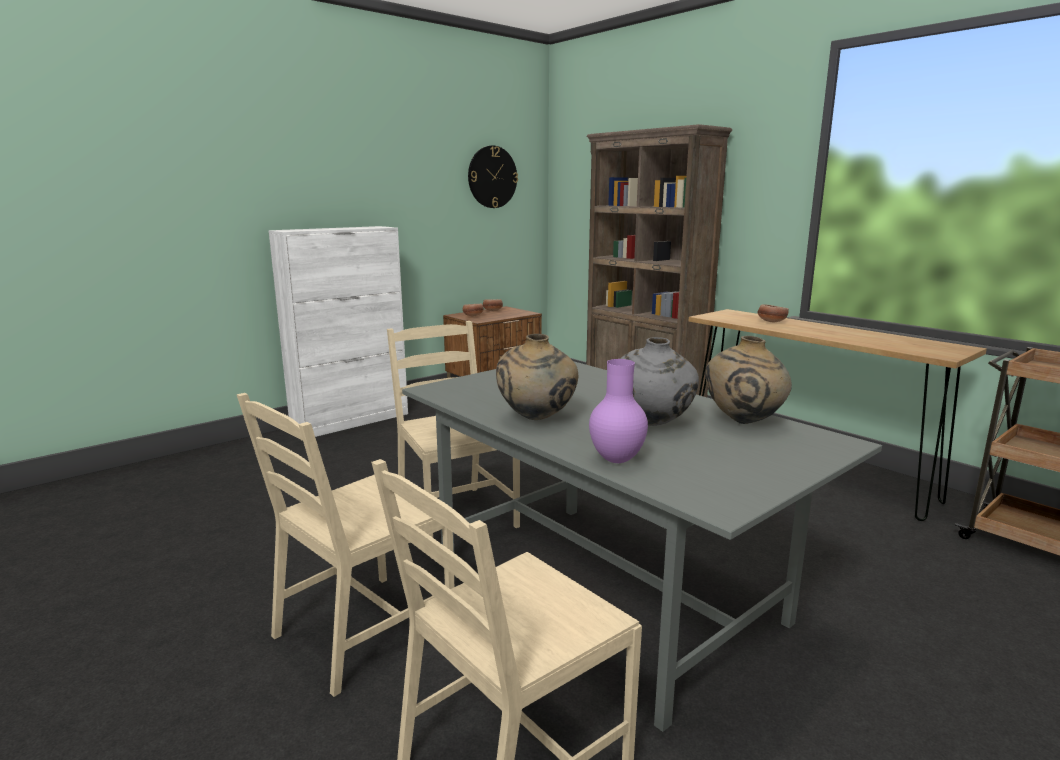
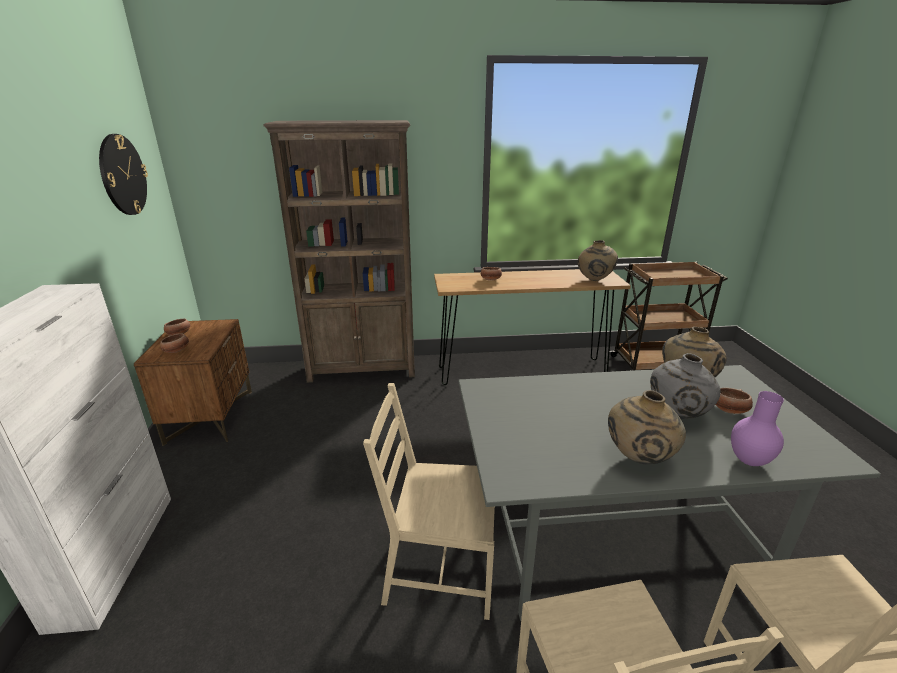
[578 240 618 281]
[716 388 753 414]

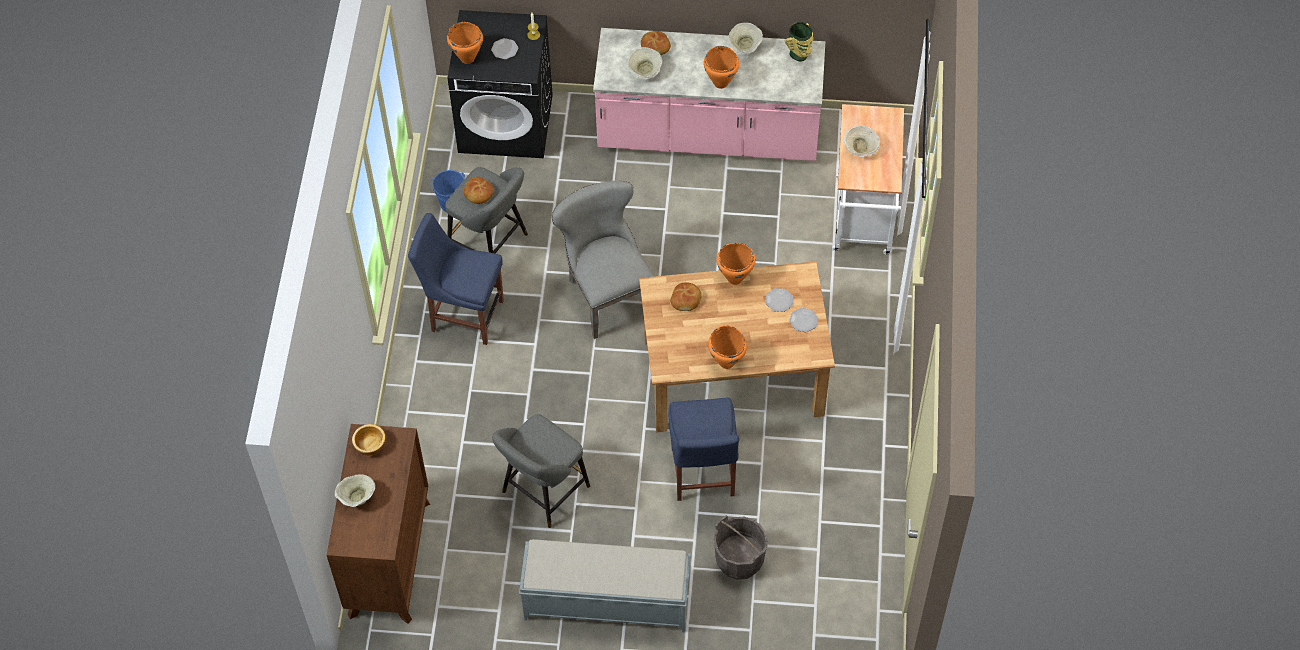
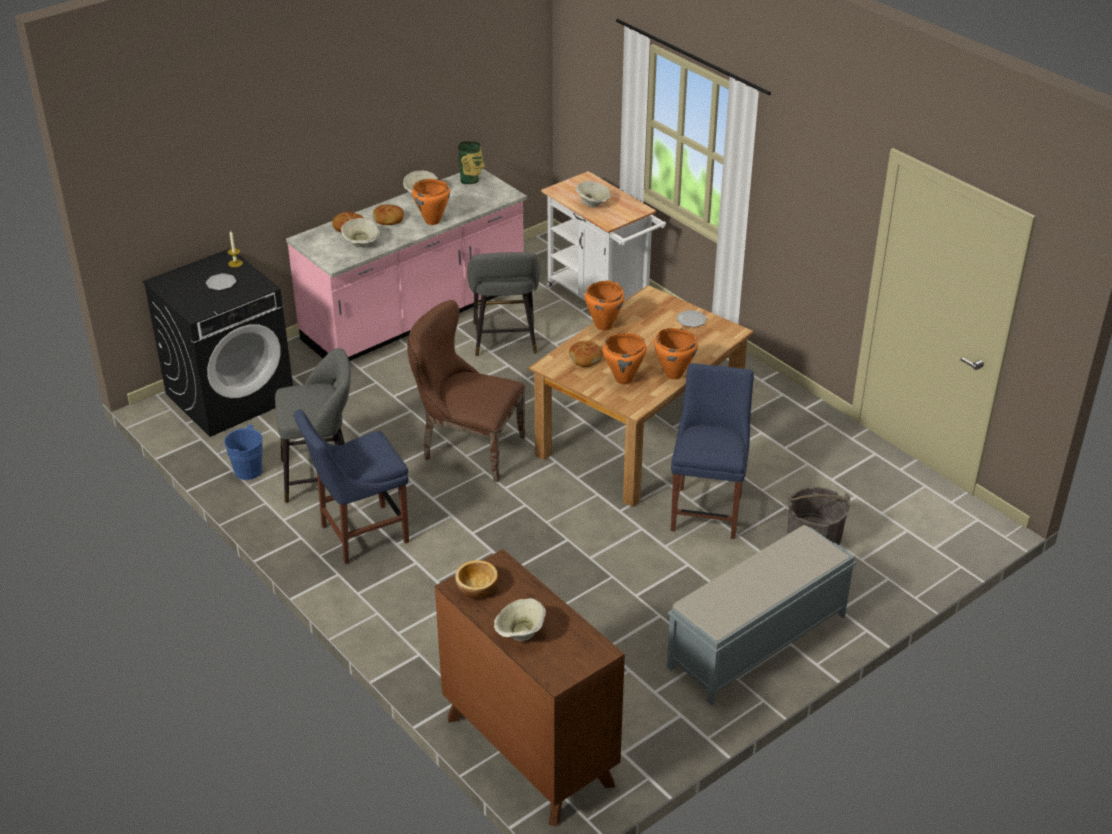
[603 333 647 384]
[373 204 404 225]
[467 252 540 356]
[407 300 526 482]
[671 363 754 539]
[766 288 793 312] (first image)

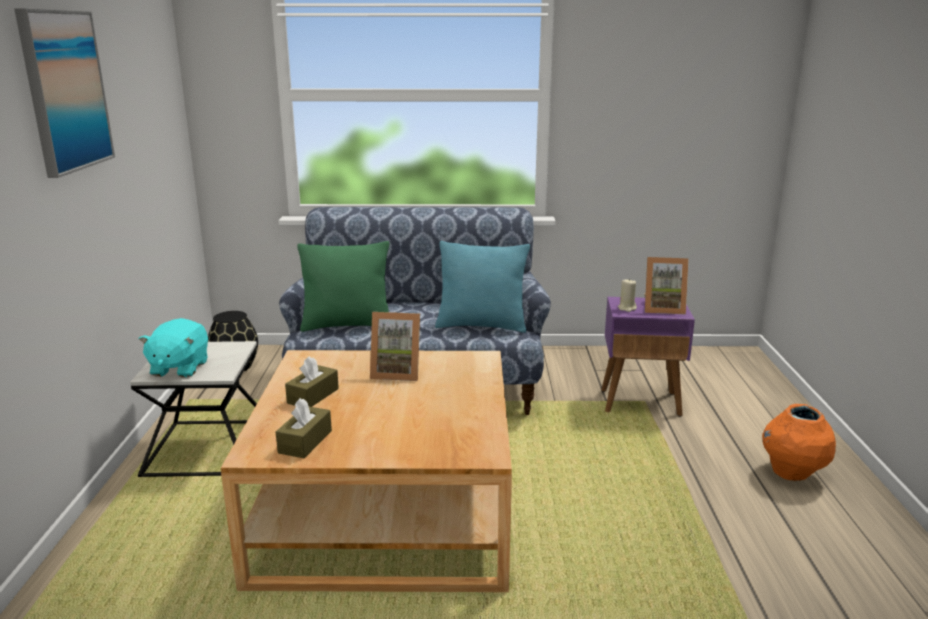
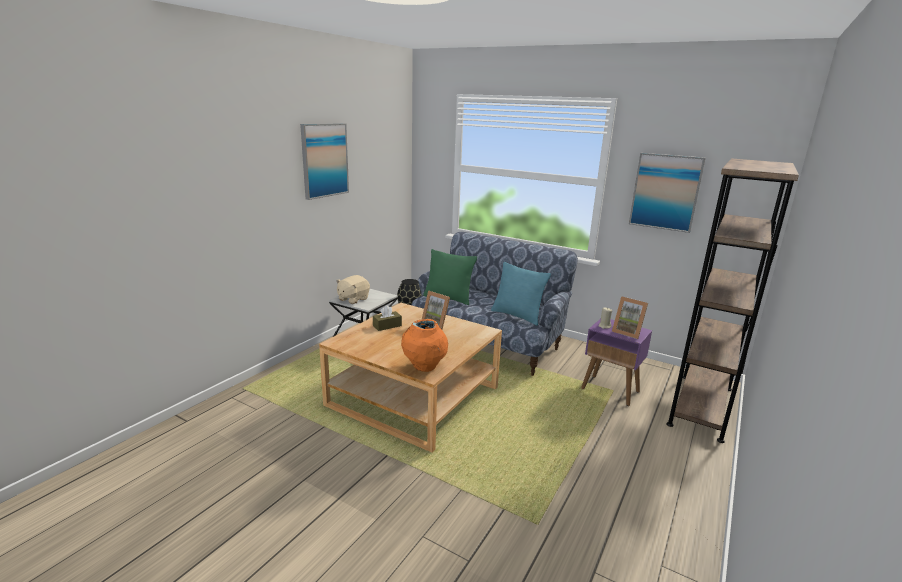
[336 275 370 304]
[276 398 332 458] (first image)
[401 319 448 372]
[629 153 706 233]
[666 158 799 443]

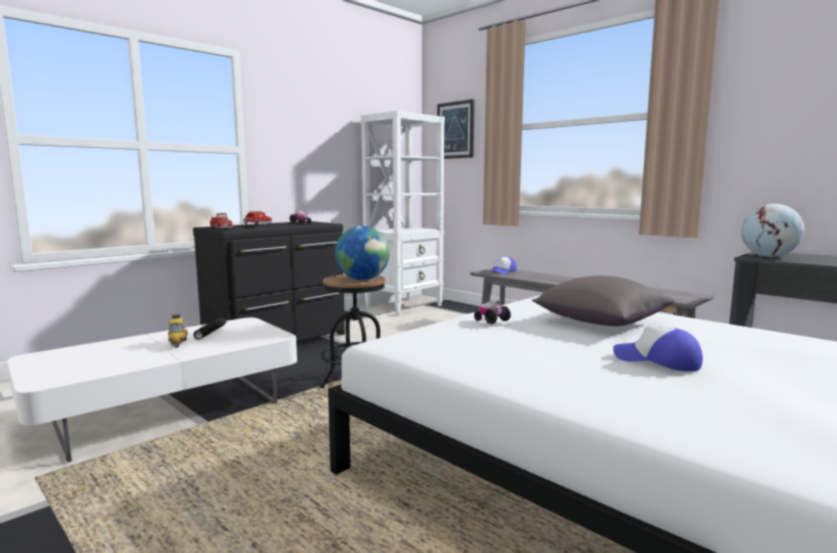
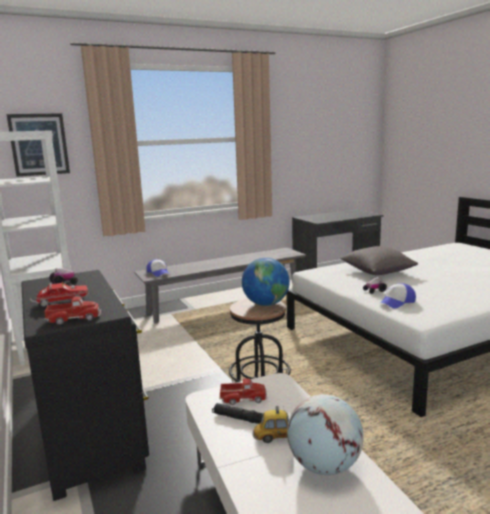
[378 283 416 309]
[287 394 364 475]
[220 378 267 405]

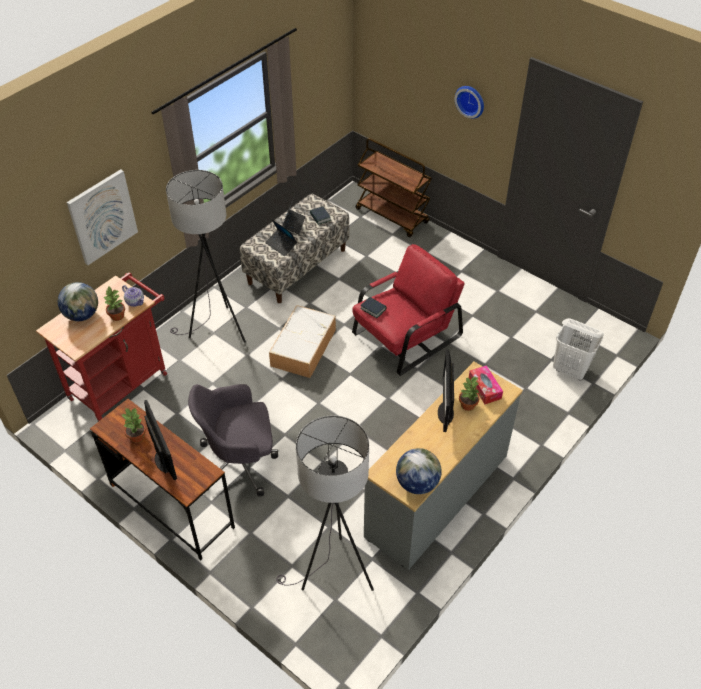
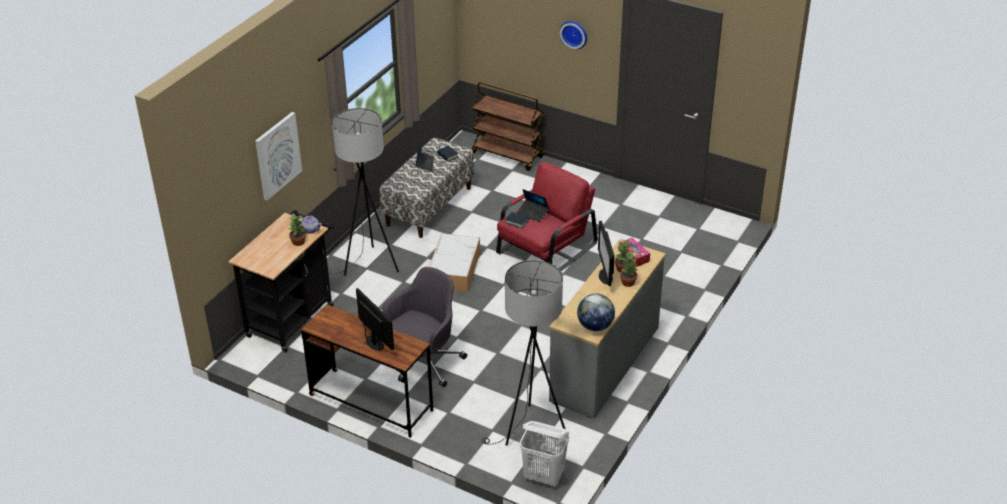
[228 210 334 352]
[58 282 98 321] (first image)
[620 253 637 287]
[382 267 467 387]
[517 189 549 222]
[520 421 569 487]

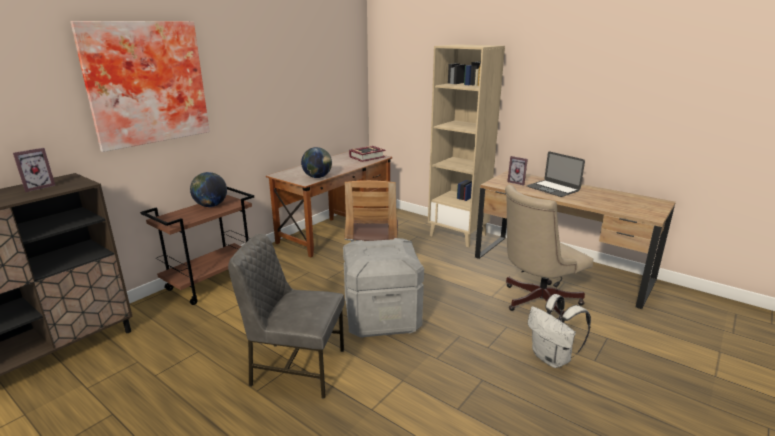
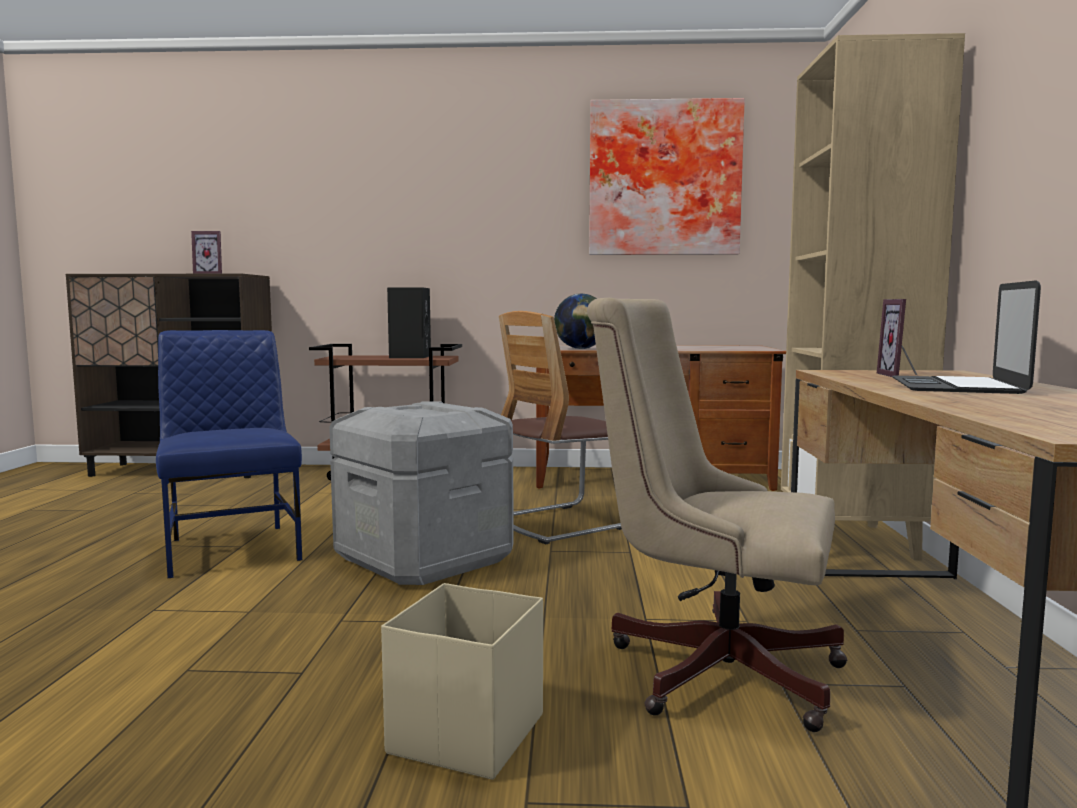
[589 98 745 255]
[387 287 431 358]
[156 330 302 578]
[349 146 385 162] (first image)
[381 583 543 780]

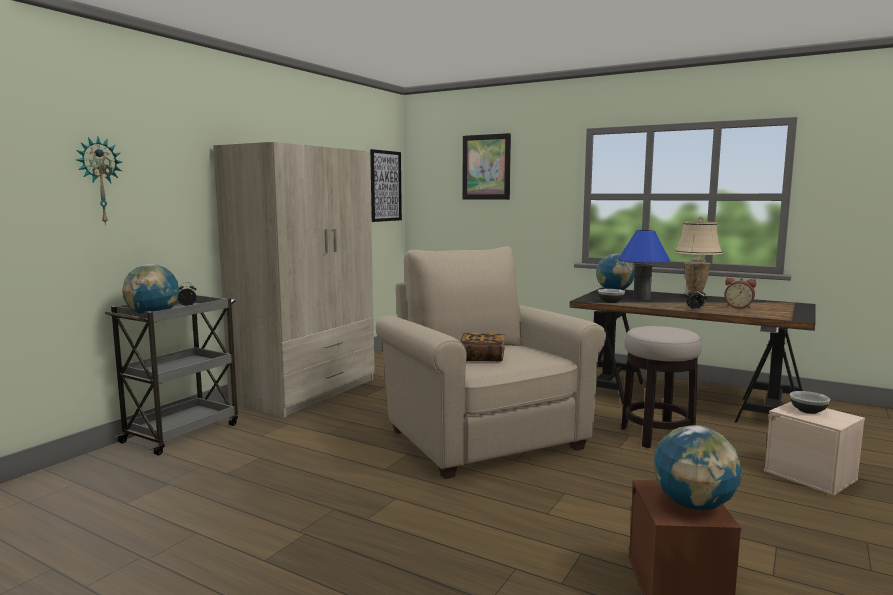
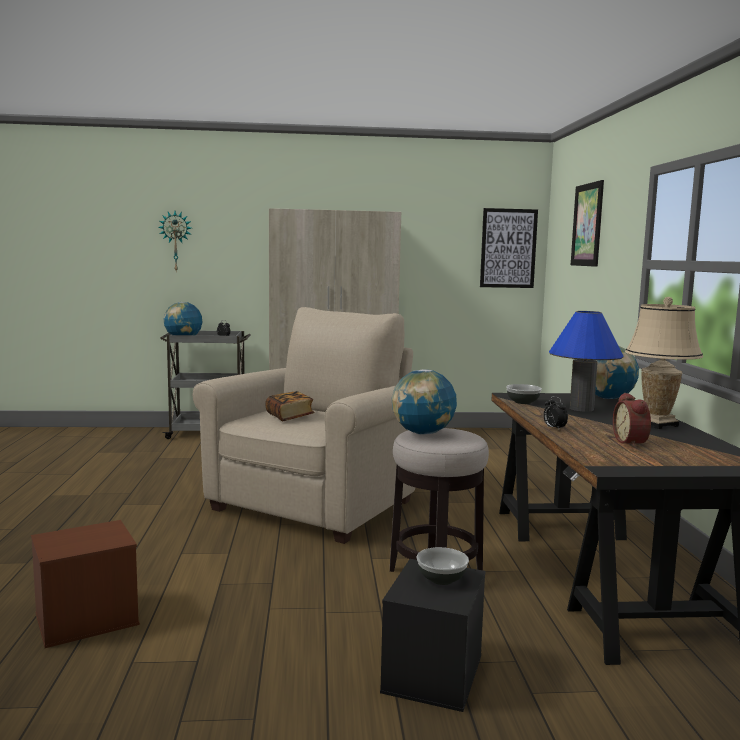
[392 370 457 435]
[380 559 486 712]

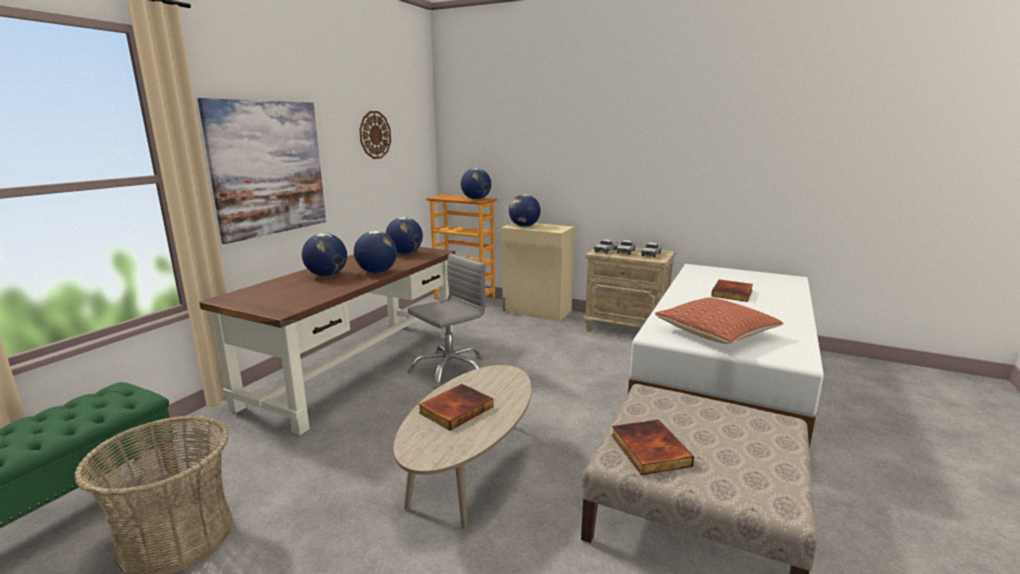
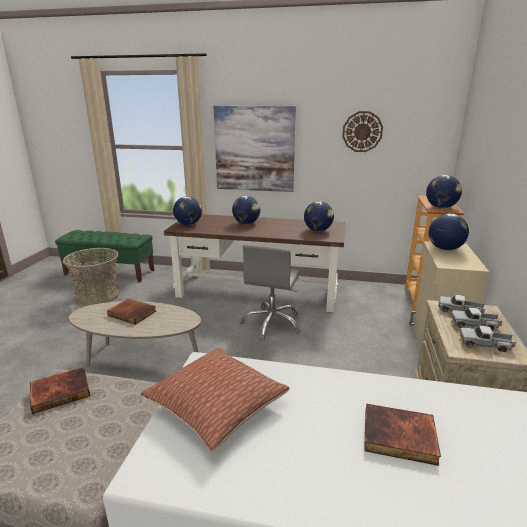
[173 196 202 225]
[240 245 301 340]

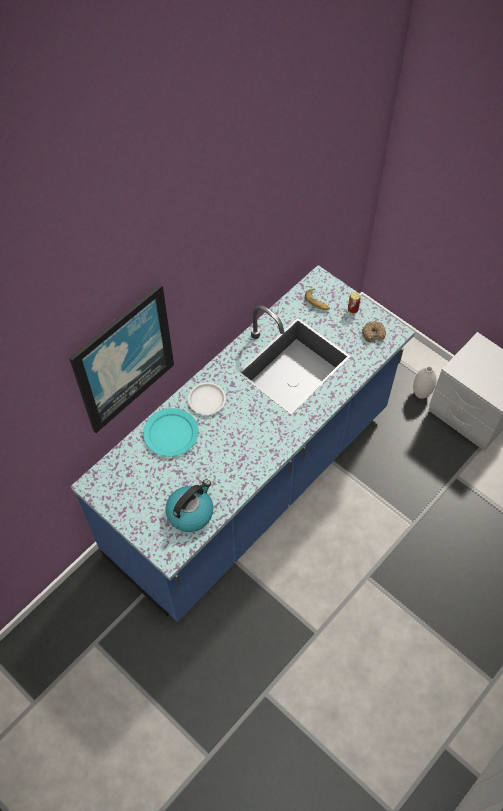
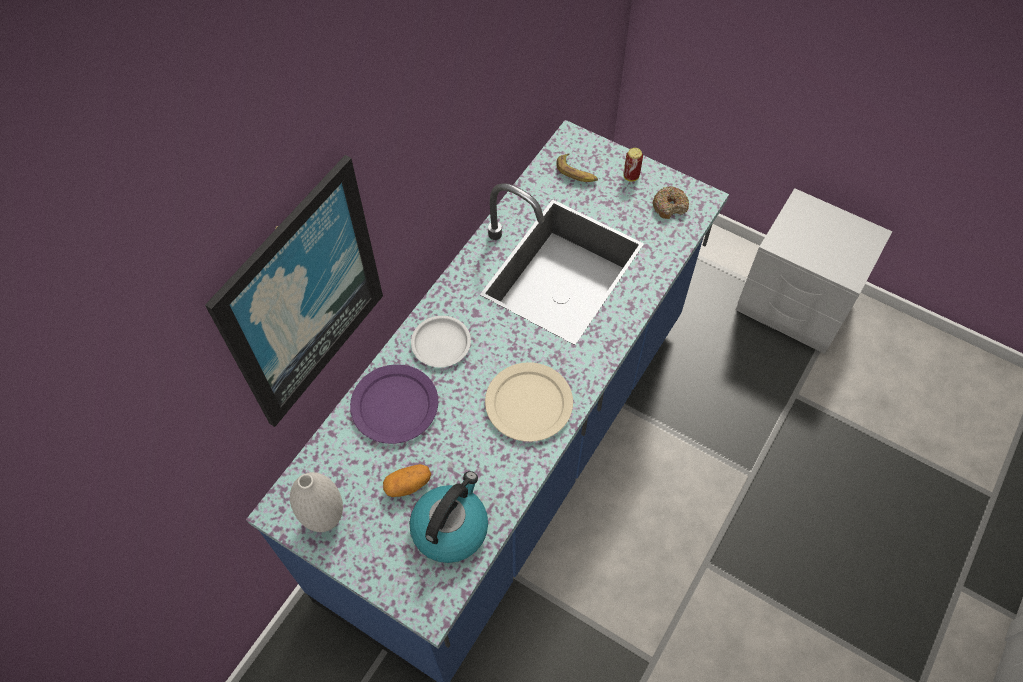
[350 364 438 444]
[290 472 343 532]
[383 464 431 497]
[485 362 573 442]

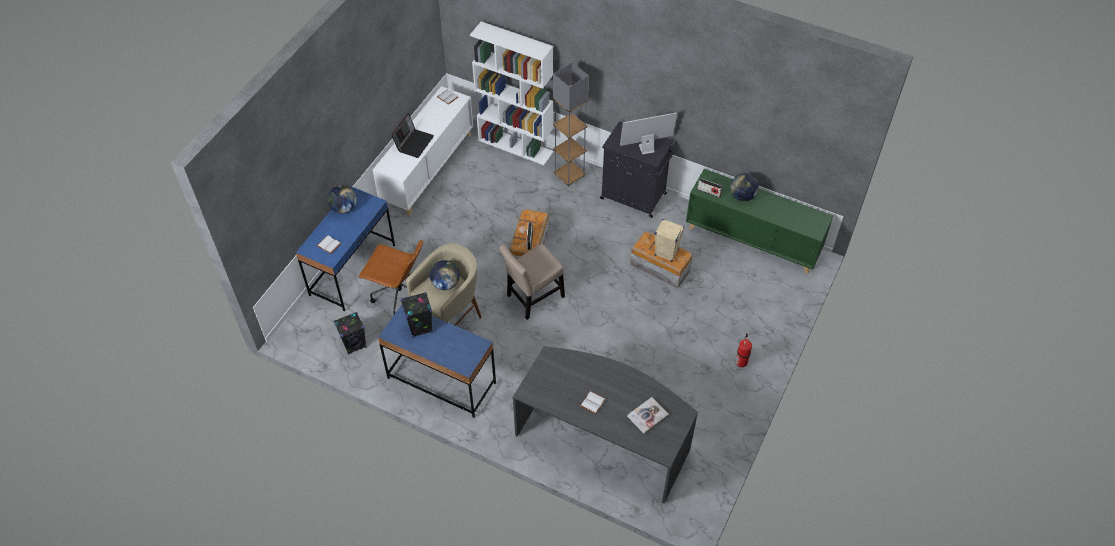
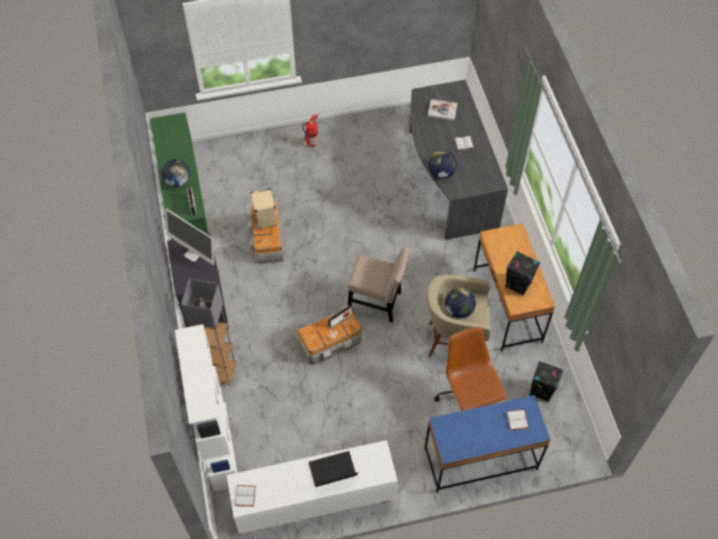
[428 150 457 178]
[473 223 555 351]

